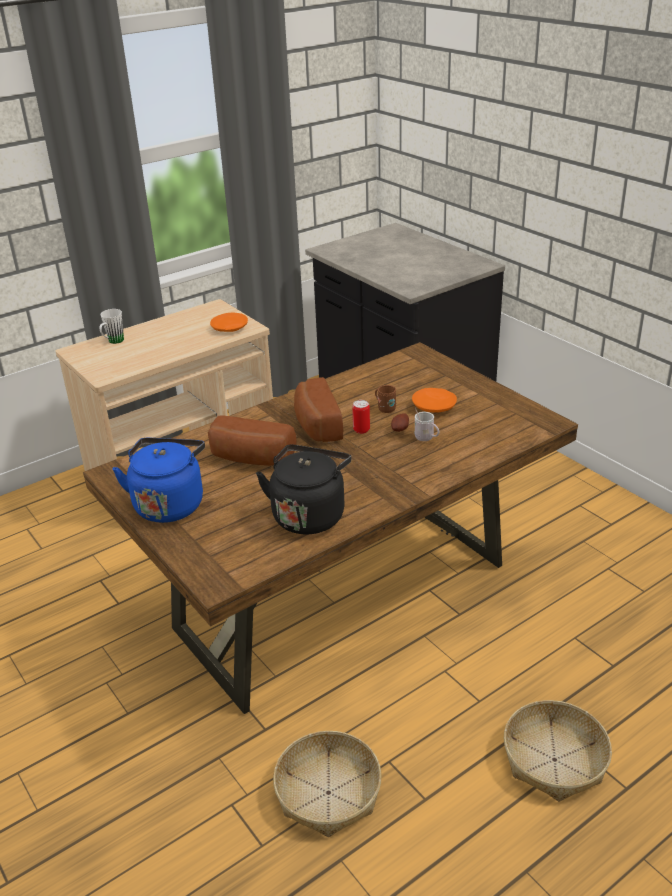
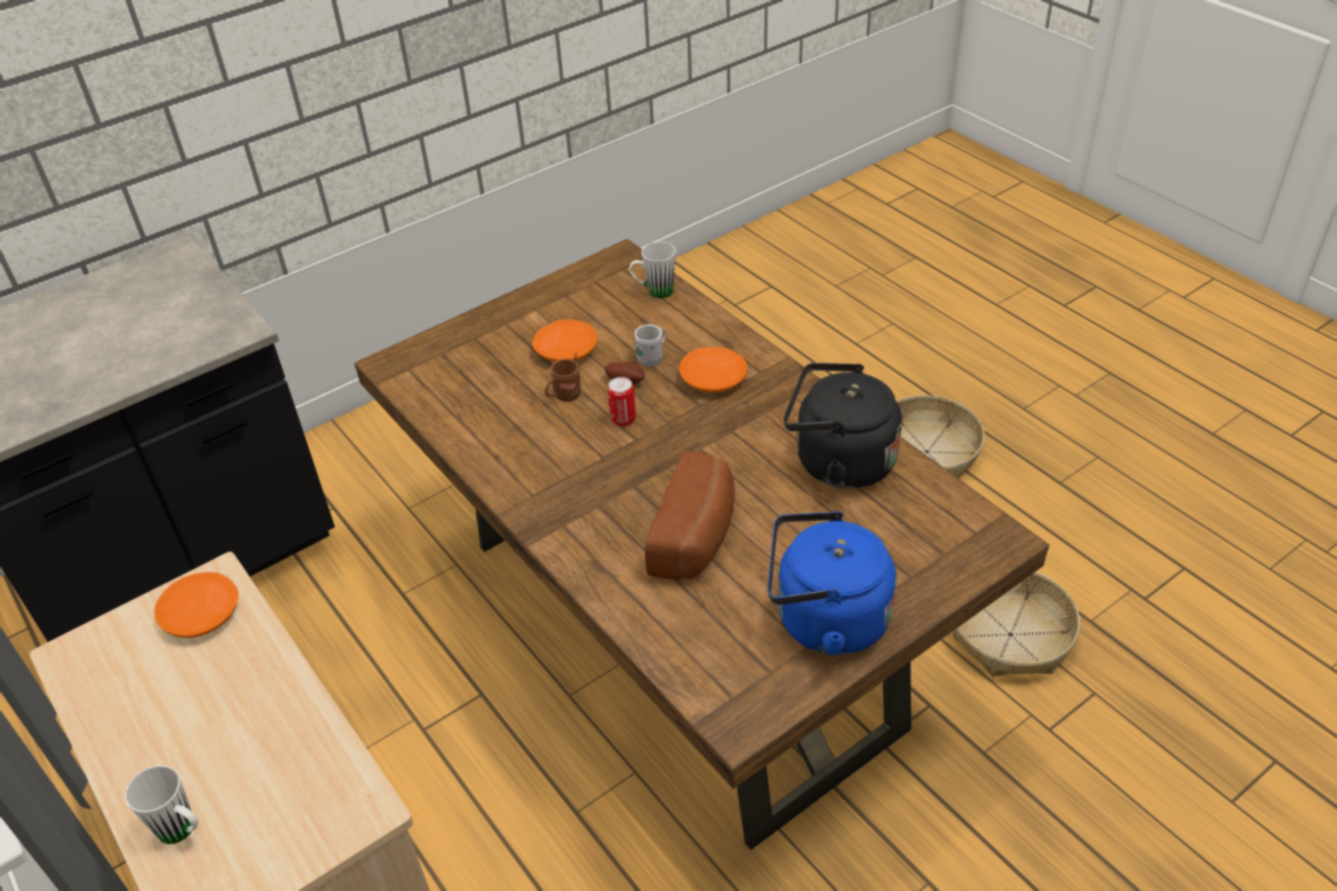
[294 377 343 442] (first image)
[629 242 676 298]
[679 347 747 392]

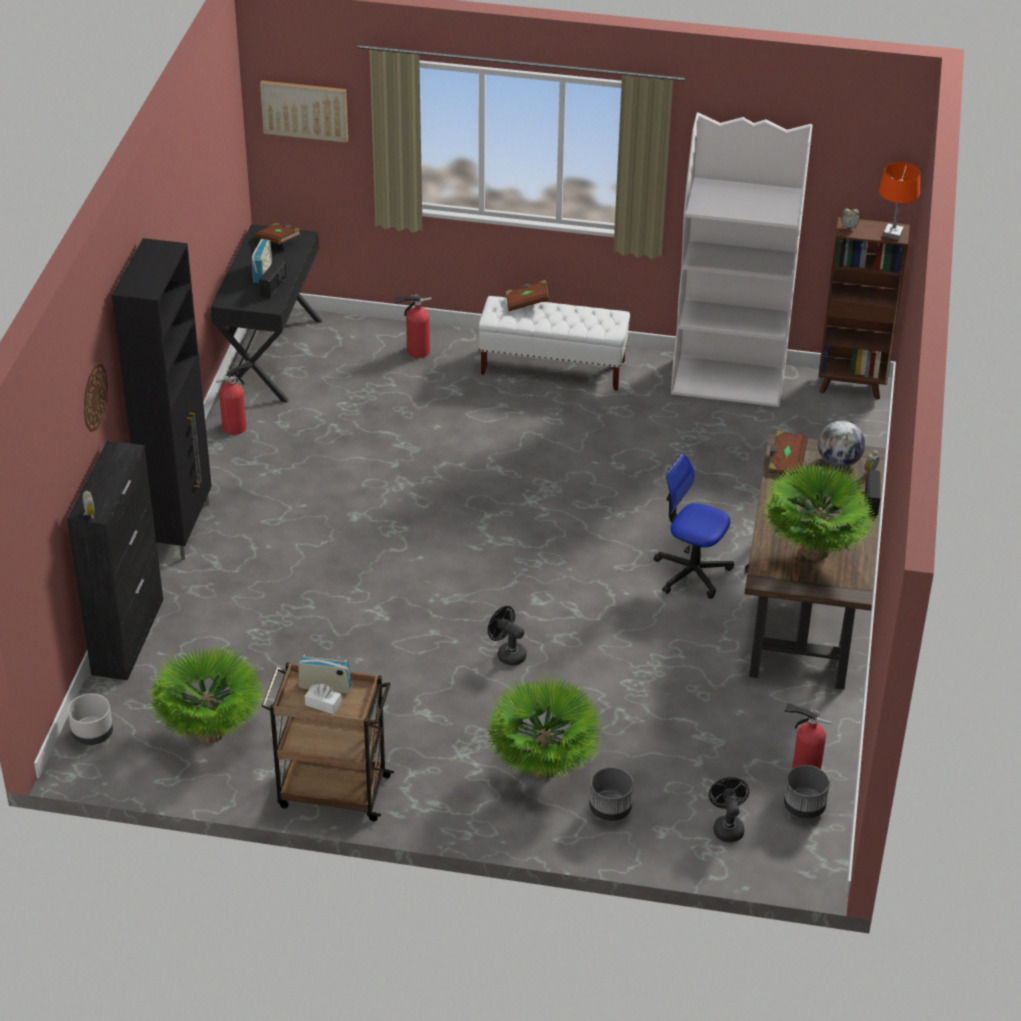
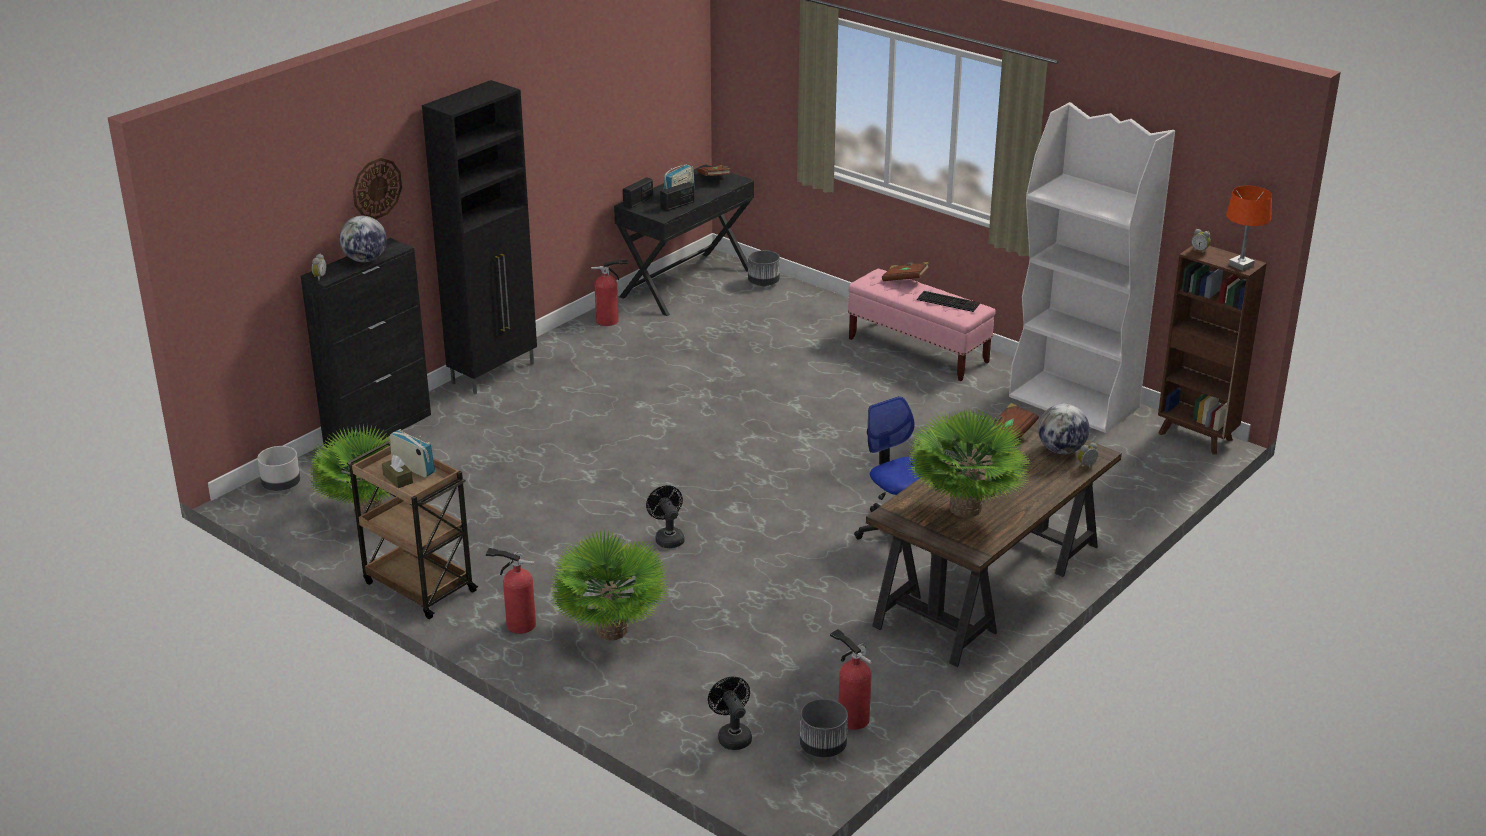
[260 80 348 143] (first image)
[382 455 413 488]
[486 548 536 634]
[848 269 996 381]
[748 250 780 286]
[708 677 752 750]
[623 177 653 209]
[339 216 387 262]
[917 291 980 312]

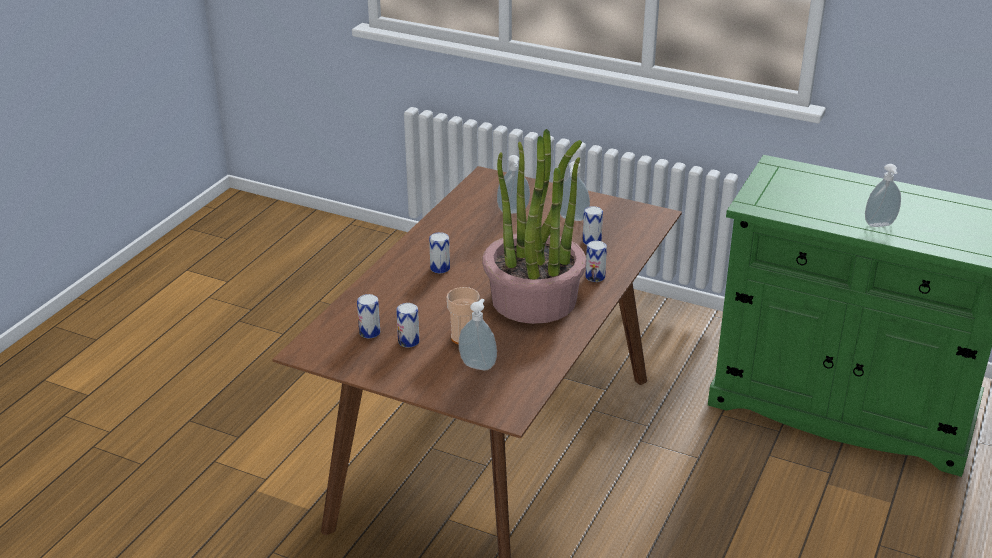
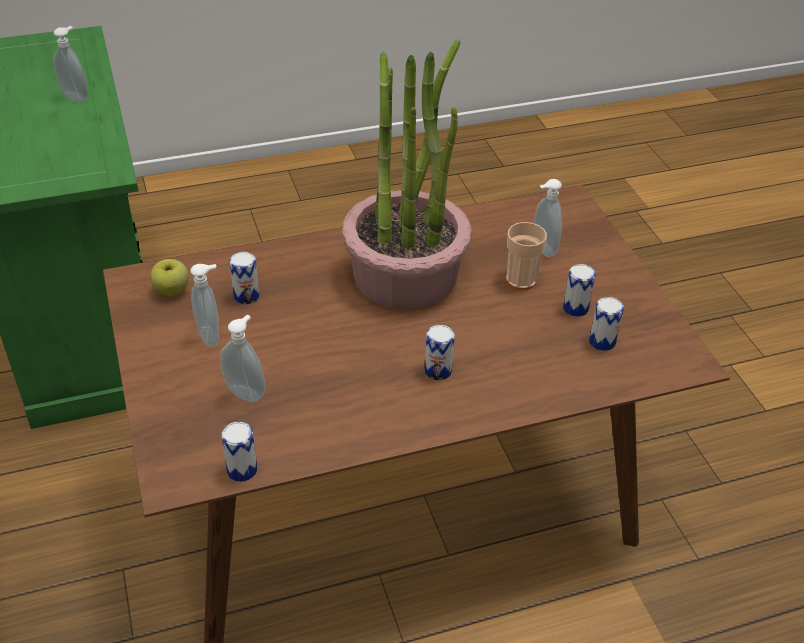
[222 422 257 482]
[150 259 189 296]

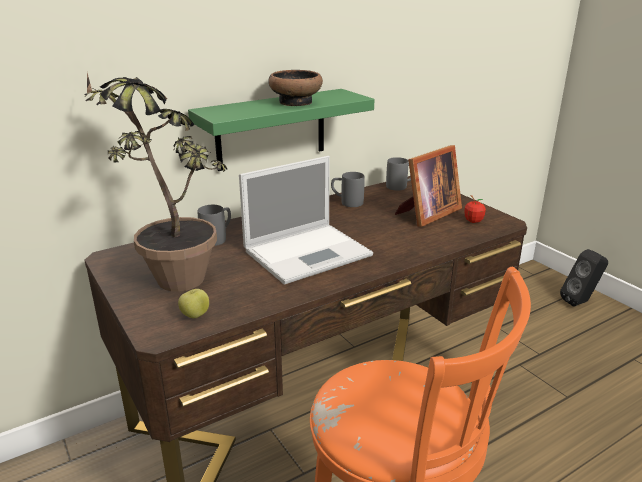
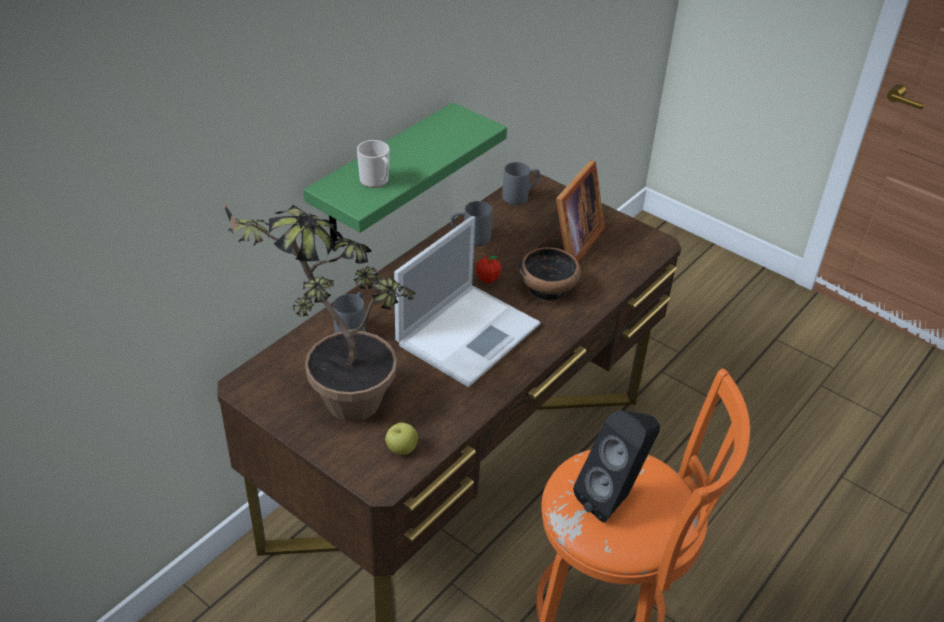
[519 247 581 301]
[476 253 501 283]
[573 410 660 522]
[357 140 389 188]

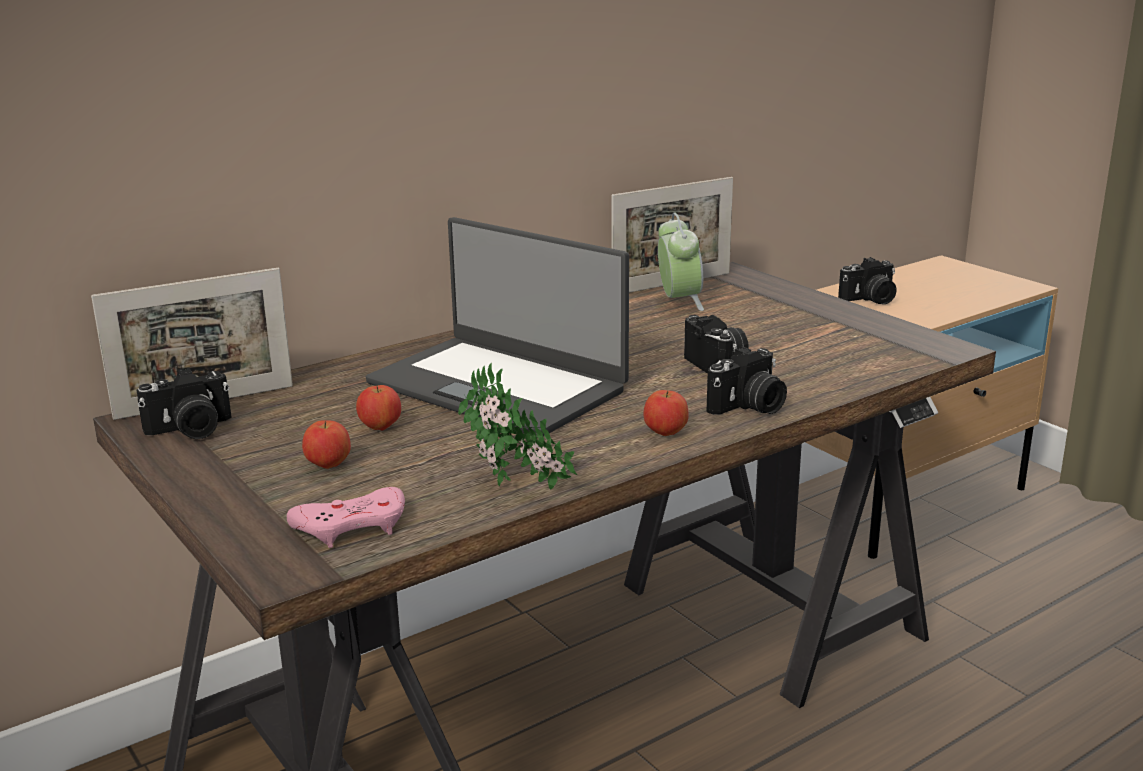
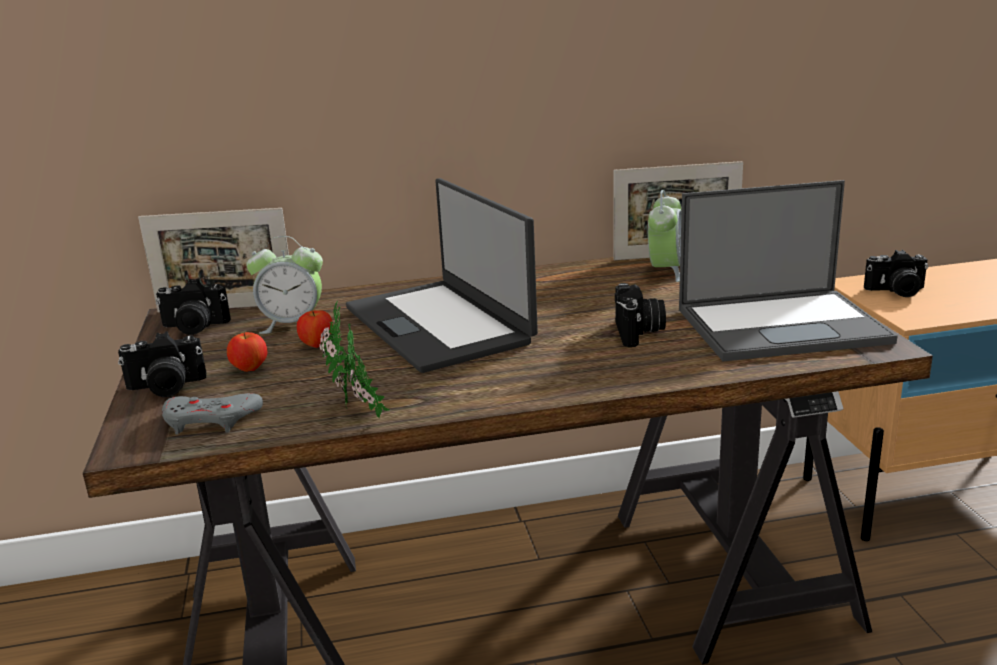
[162 393 263 435]
[644 390 689 436] (first image)
[118 331 206 397]
[246 236 323 334]
[679 180 898 361]

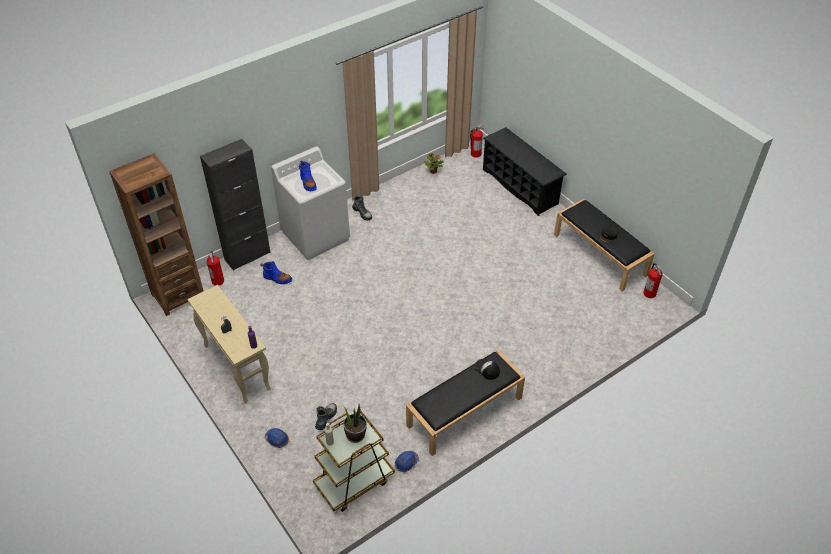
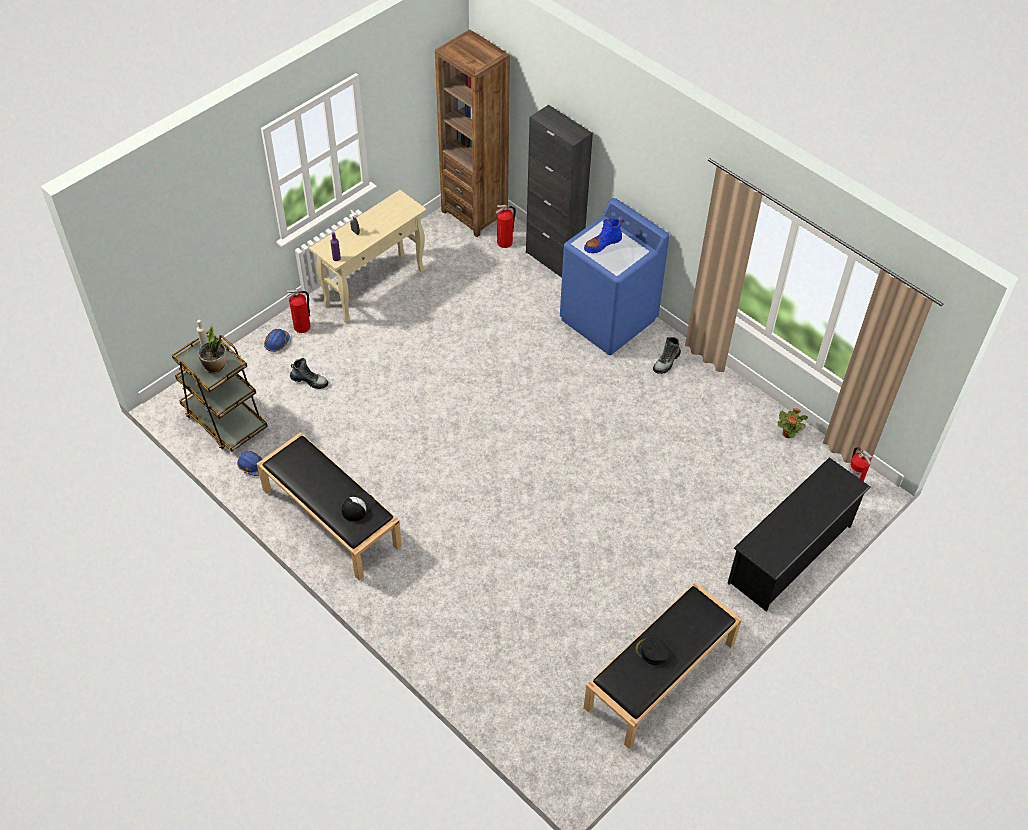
[260 261 292 284] (first image)
[560 198 669 355]
[286 289 311 333]

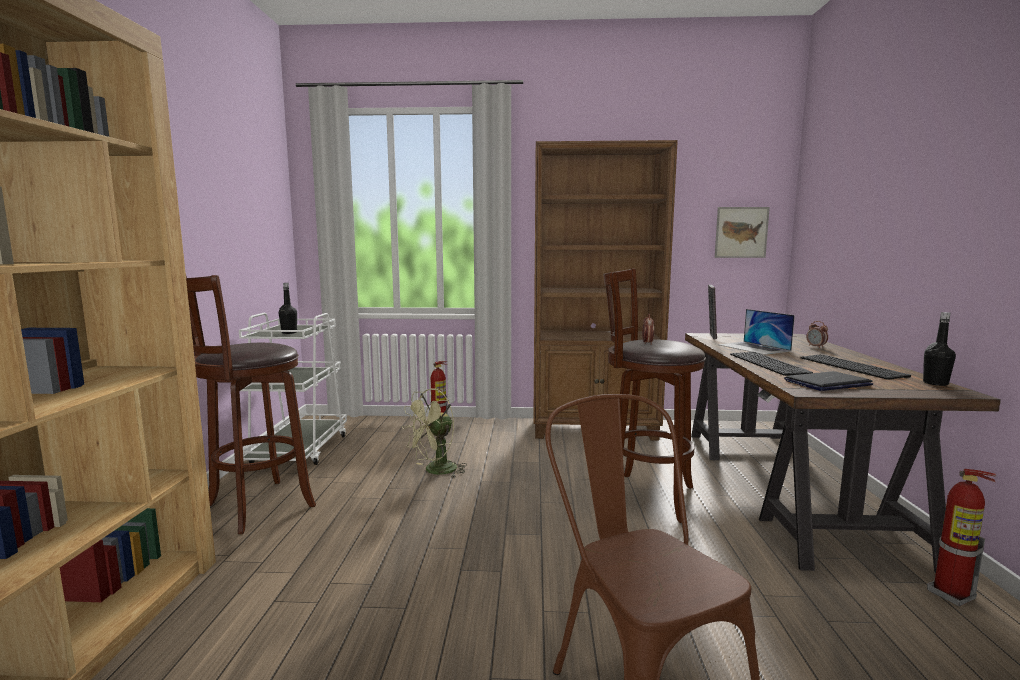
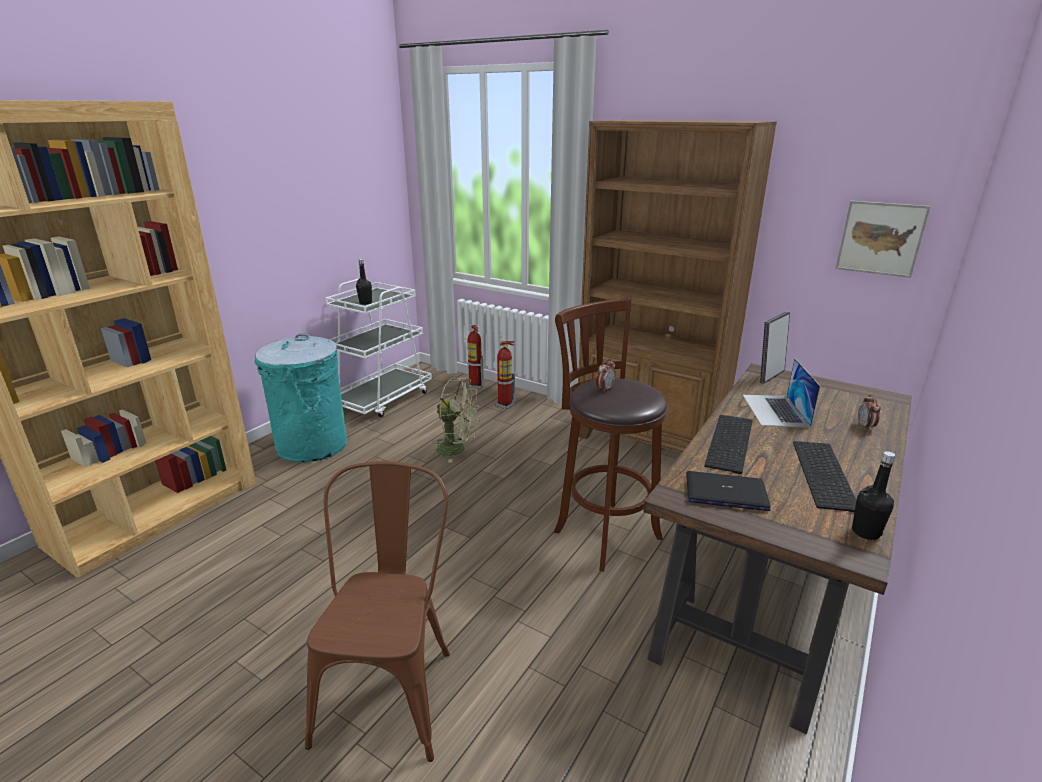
[255 334 347 463]
[434 378 481 463]
[467 325 484 388]

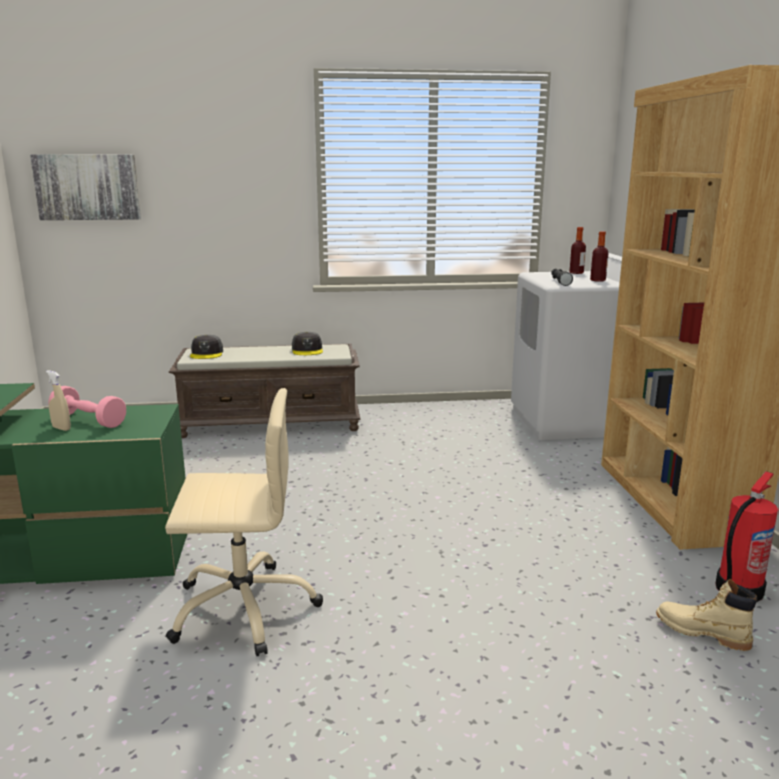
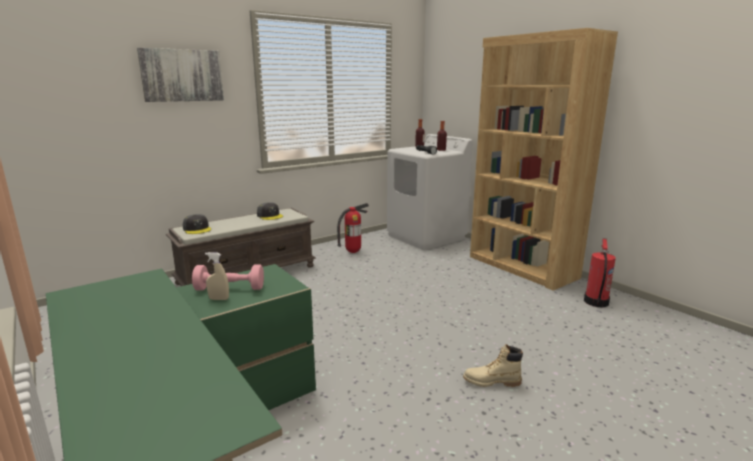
[137 48 224 102]
[165 388 323 656] (first image)
[463 344 523 387]
[337 203 369 253]

